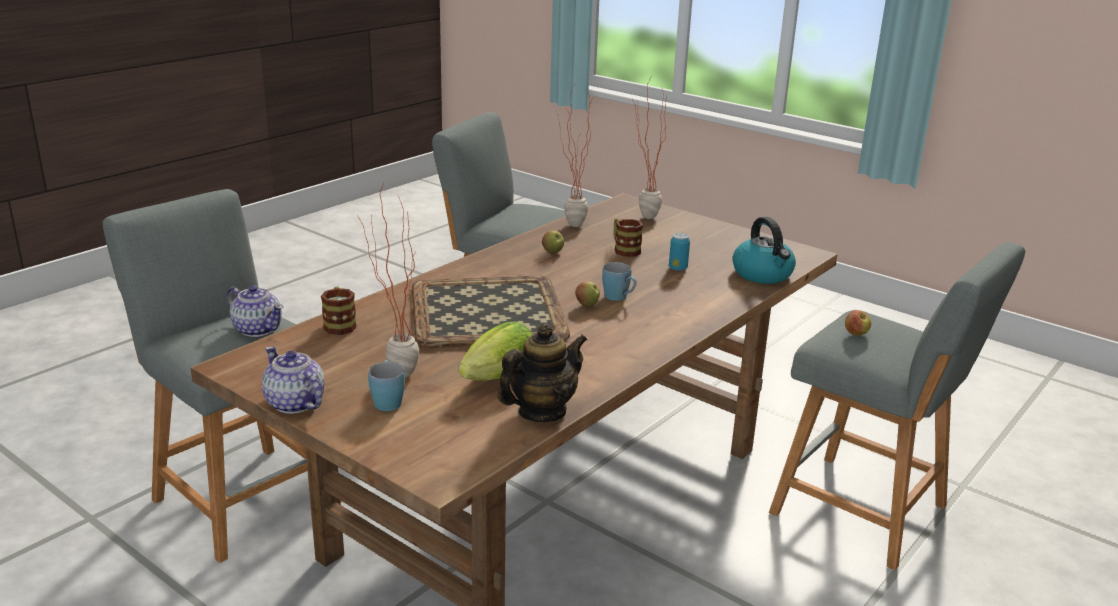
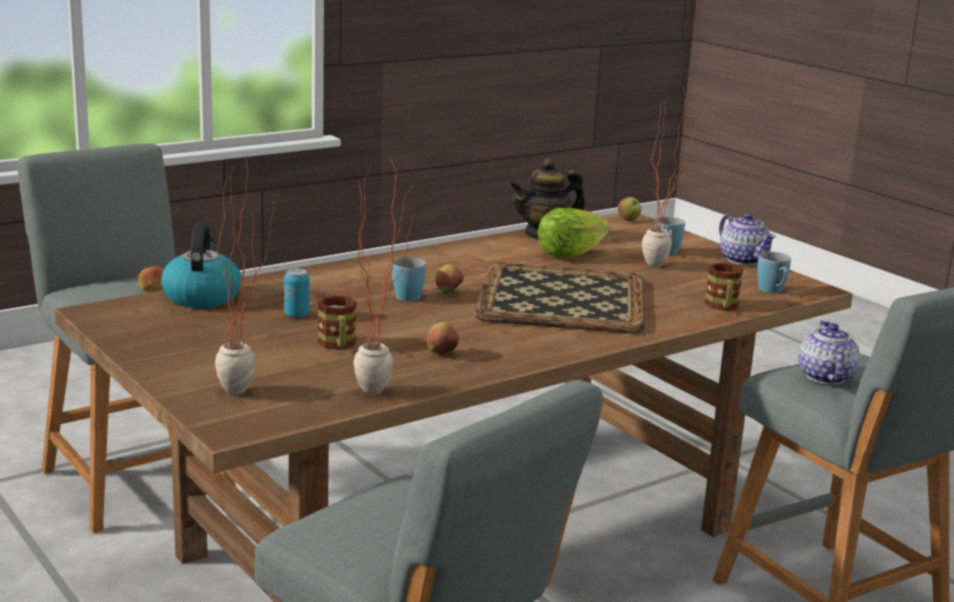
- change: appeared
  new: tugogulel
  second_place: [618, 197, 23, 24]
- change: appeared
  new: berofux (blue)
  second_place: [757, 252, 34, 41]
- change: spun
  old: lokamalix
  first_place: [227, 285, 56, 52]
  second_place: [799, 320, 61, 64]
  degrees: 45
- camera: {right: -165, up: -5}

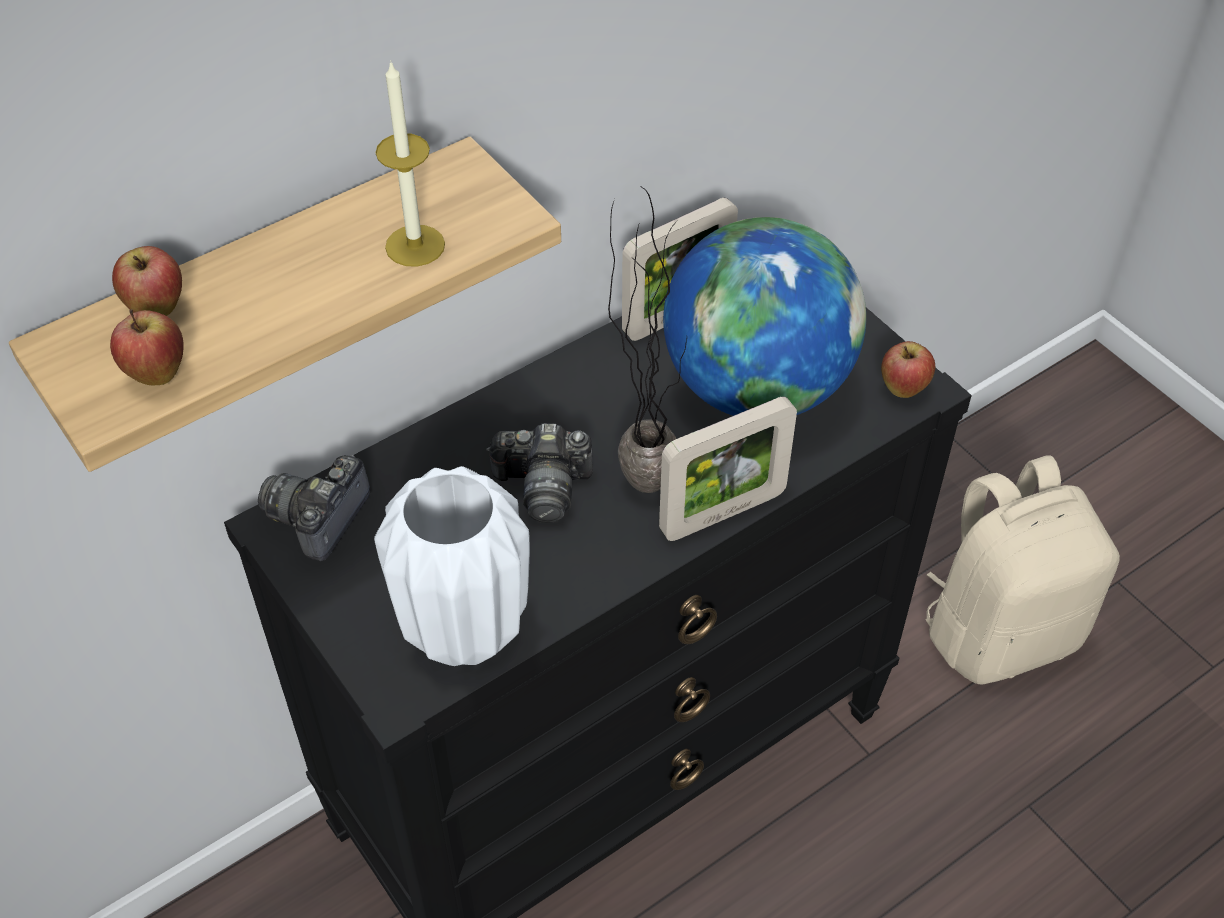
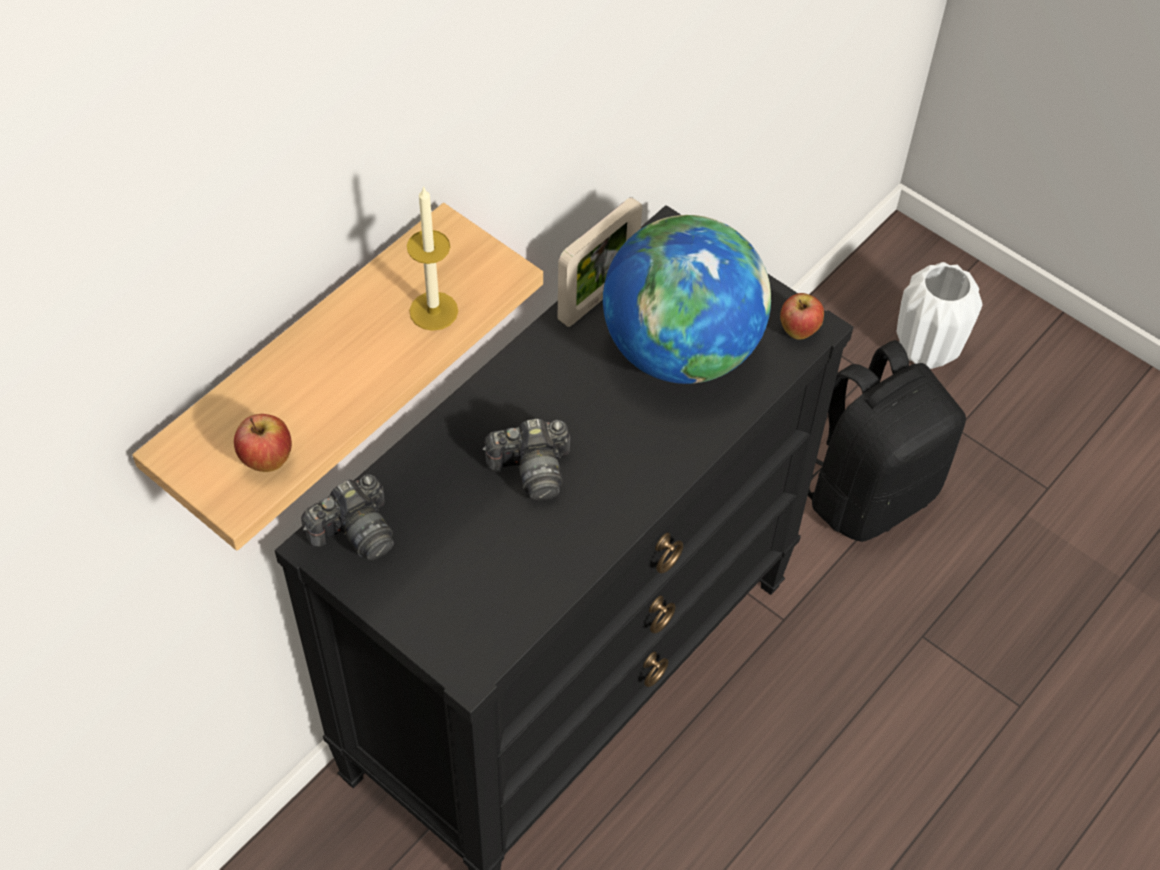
- change: missing
  old: tugogulel
  first_place: [112, 246, 70, 70]
- change: missing
  old: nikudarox
  first_place: [608, 187, 79, 306]
- change: missing
  old: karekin
  first_place: [659, 397, 138, 144]
- change: relocated
  old: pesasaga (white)
  first_place: [374, 466, 156, 200]
  second_place: [897, 262, 86, 107]
- change: colour
  old: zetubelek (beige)
  new: zetubelek (black)
  first_place: [925, 455, 195, 229]
  second_place: [808, 340, 158, 202]
- change: spun
  old: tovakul
  first_place: [258, 455, 113, 106]
  second_place: [301, 474, 93, 87]
  degrees: -135
- camera: {right: -15, up: 5}

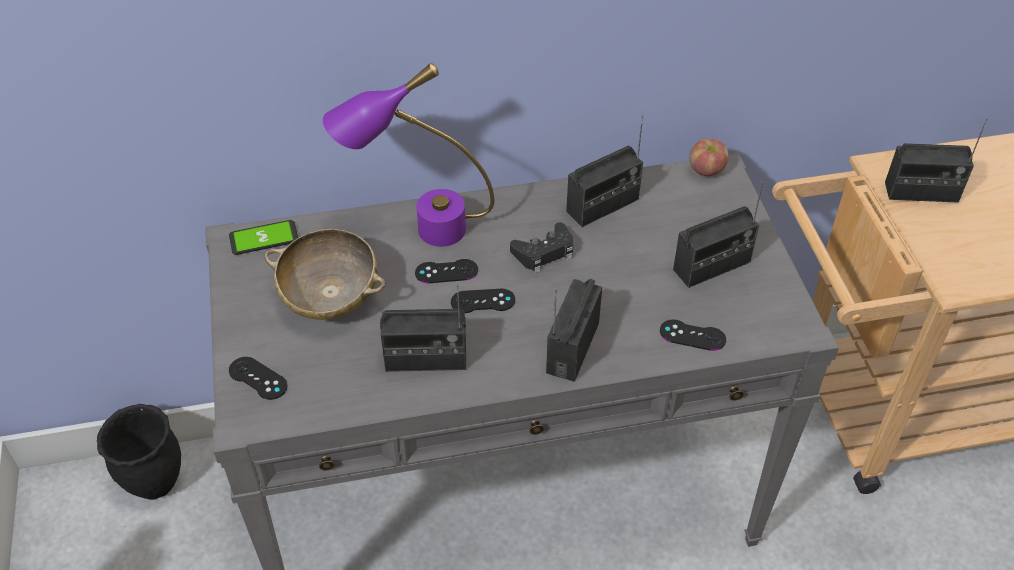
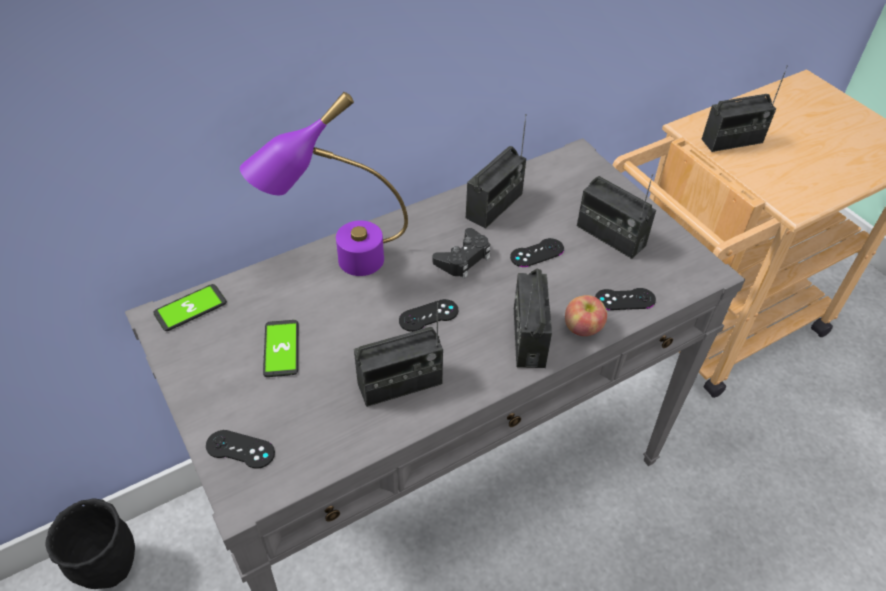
- change: relocated
  old: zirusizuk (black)
  first_place: [415, 259, 63, 24]
  second_place: [510, 238, 54, 29]
- change: relocated
  old: tugogulel
  first_place: [689, 139, 40, 37]
  second_place: [565, 295, 42, 41]
- change: exchanged
  old: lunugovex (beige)
  new: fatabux
  first_place: [264, 229, 122, 91]
  second_place: [263, 320, 35, 57]
- change: spun
  old: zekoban
  first_place: [673, 178, 91, 110]
  second_place: [577, 174, 79, 85]
  degrees: 90
- camera: {right: -20, up: 0}

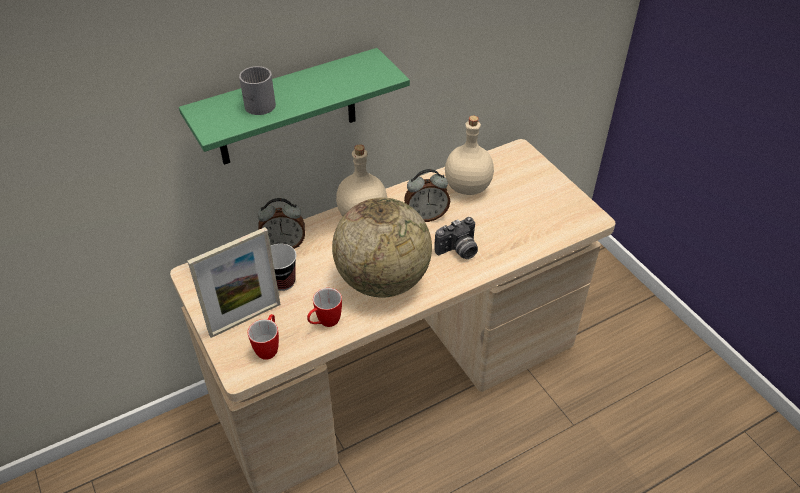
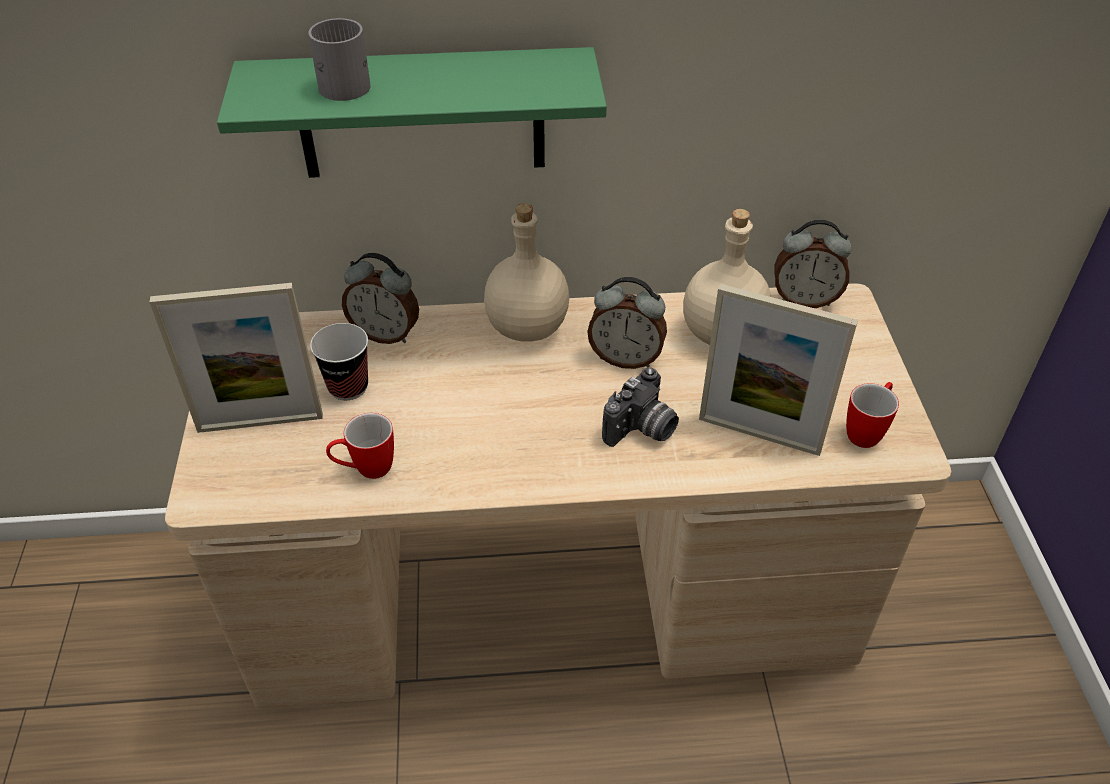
- change: missing
  old: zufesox
  first_place: [332, 198, 100, 100]
- change: appeared
  new: karekin
  second_place: [699, 284, 159, 172]
- change: appeared
  new: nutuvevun
  second_place: [775, 220, 77, 88]
- change: relocated
  old: berofux
  first_place: [248, 314, 31, 46]
  second_place: [846, 382, 53, 66]
- change: spun
  old: tovakul
  first_place: [434, 217, 44, 42]
  second_place: [602, 367, 77, 80]
  degrees: -45
- camera: {right: 25, up: 0}

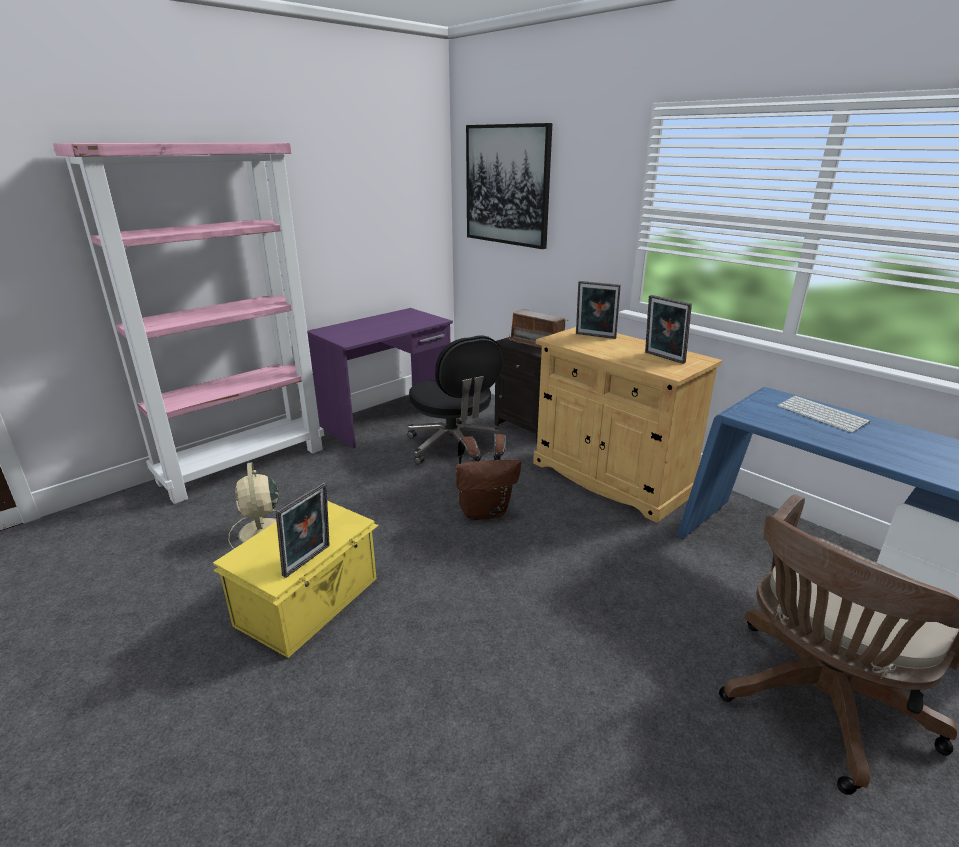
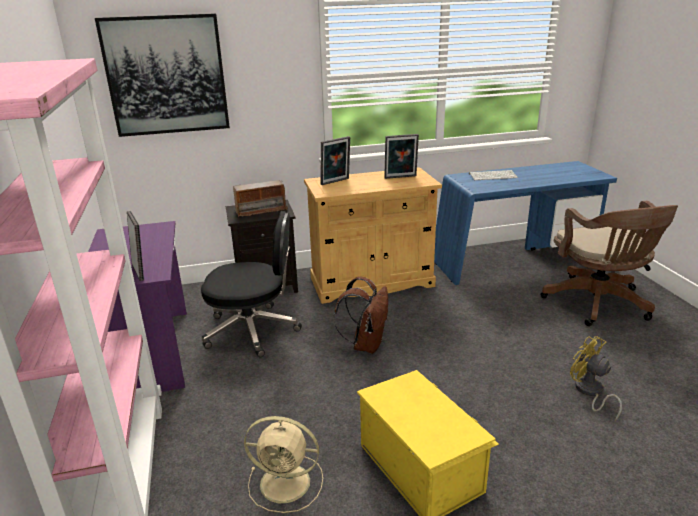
- change: appeared
  new: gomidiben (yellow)
  second_place: [570, 336, 52, 85]
- change: relocated
  old: karekin
  first_place: [275, 482, 55, 96]
  second_place: [127, 211, 17, 70]
- camera: {right: -60, up: 0}

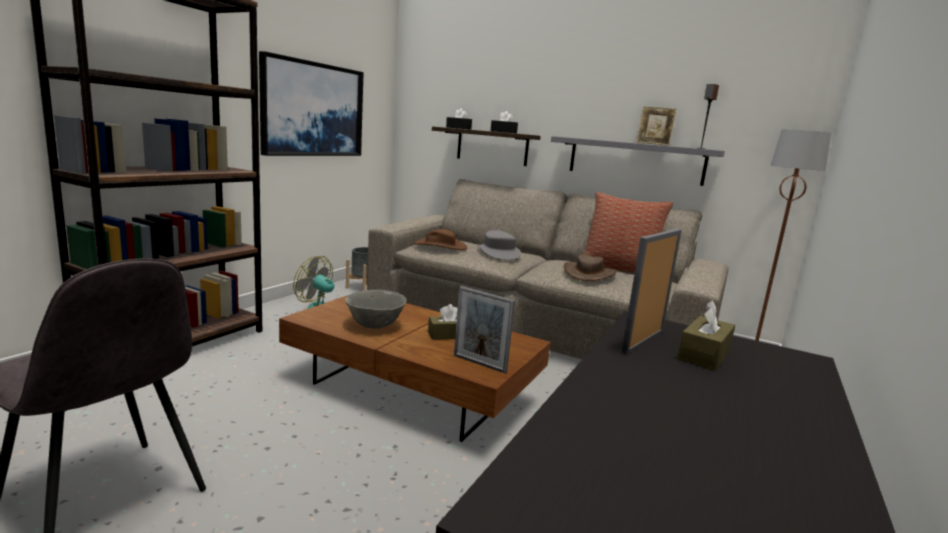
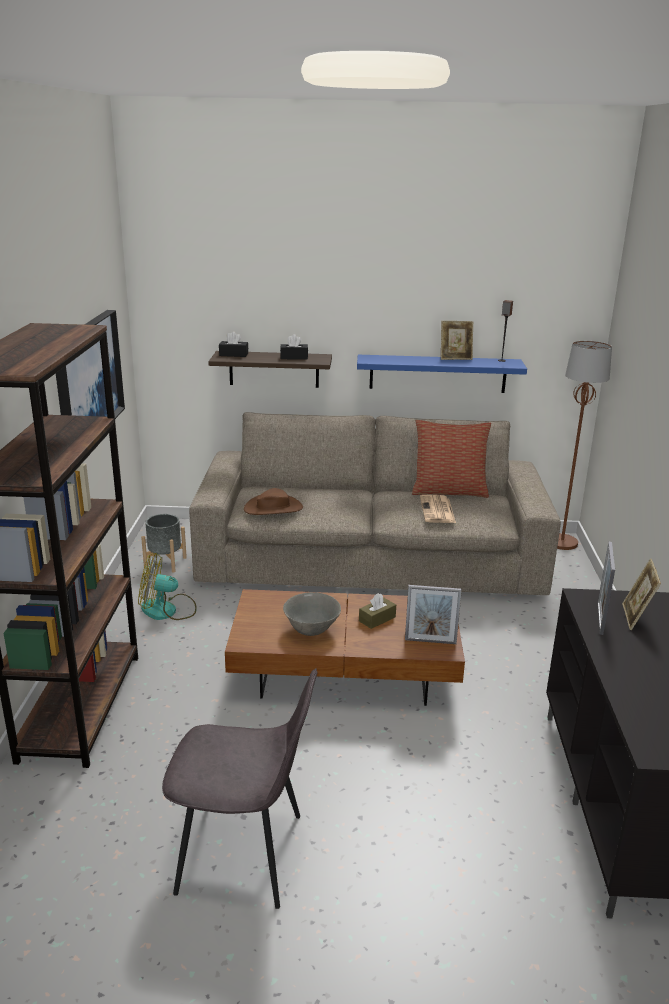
- change: missing
  old: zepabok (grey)
  first_place: [477, 230, 44, 30]
- change: exchanged
  old: zepabok (brown)
  new: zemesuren
  first_place: [564, 254, 53, 27]
  second_place: [420, 495, 36, 28]
- change: exchanged
  old: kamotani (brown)
  new: karekin
  first_place: [677, 300, 58, 70]
  second_place: [622, 558, 39, 72]
- change: colour
  old: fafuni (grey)
  new: fafuni (blue)
  first_place: [551, 136, 174, 50]
  second_place: [357, 355, 170, 38]
- camera: {right: -25, up: 10}

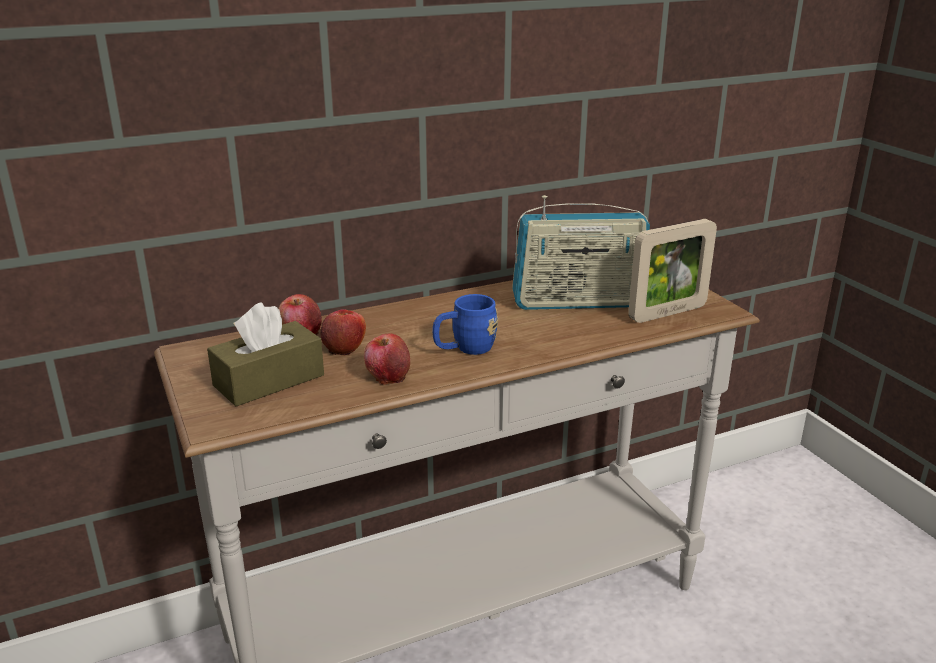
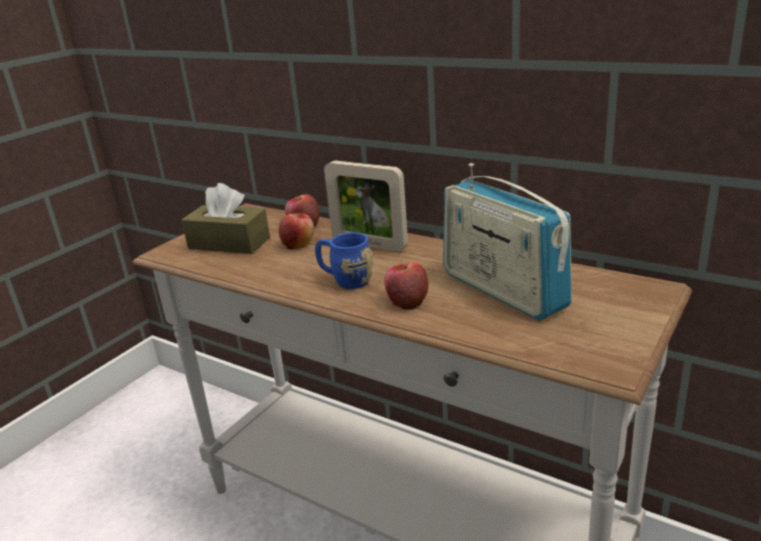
- change: relocated
  old: tugogulel
  first_place: [364, 334, 46, 50]
  second_place: [384, 262, 44, 48]
- change: relocated
  old: karekin
  first_place: [628, 219, 89, 104]
  second_place: [324, 161, 84, 91]
- camera: {right: 60, up: 0}

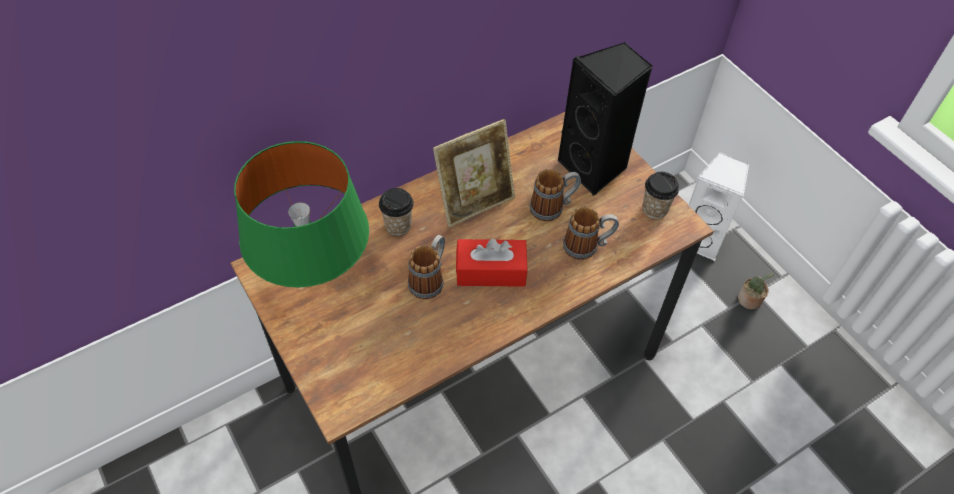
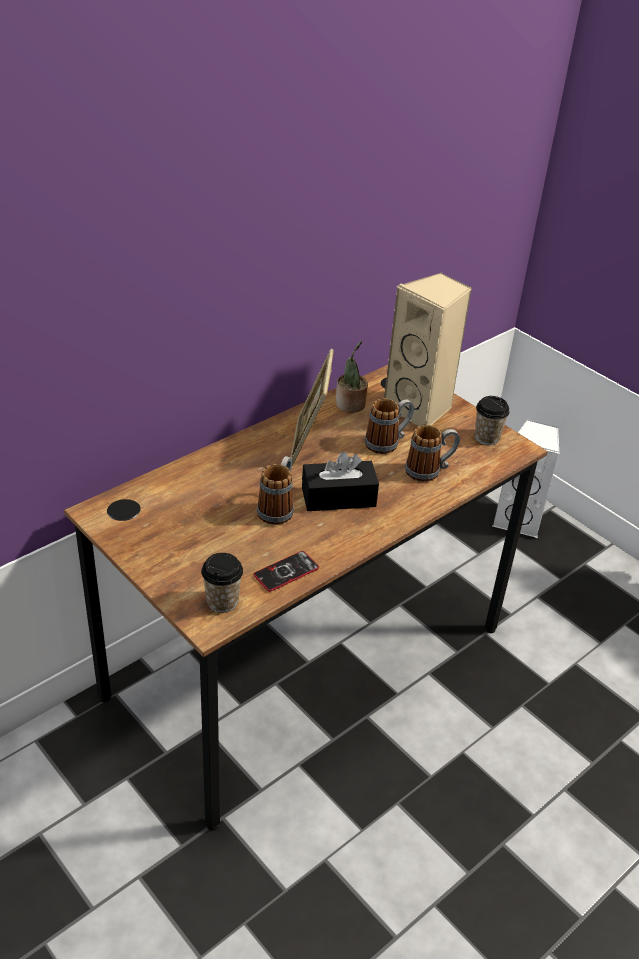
- change: missing
  old: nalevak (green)
  first_place: [234, 141, 135, 147]
- change: appeared
  new: fatabux
  second_place: [253, 551, 66, 41]
- change: relocated
  old: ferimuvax
  first_place: [379, 188, 35, 48]
  second_place: [201, 553, 42, 60]
- change: relocated
  old: nikudarox
  first_place: [738, 273, 36, 36]
  second_place: [336, 341, 32, 72]
- change: colour
  old: kamotani (red)
  new: kamotani (black)
  first_place: [456, 239, 71, 48]
  second_place: [302, 452, 77, 59]
- change: colour
  old: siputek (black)
  new: siputek (beige)
  first_place: [558, 42, 95, 154]
  second_place: [384, 273, 88, 153]
- change: spun
  old: karekin
  first_place: [433, 119, 82, 108]
  second_place: [290, 349, 44, 117]
  degrees: 135
- camera: {right: -10, up: -15}

